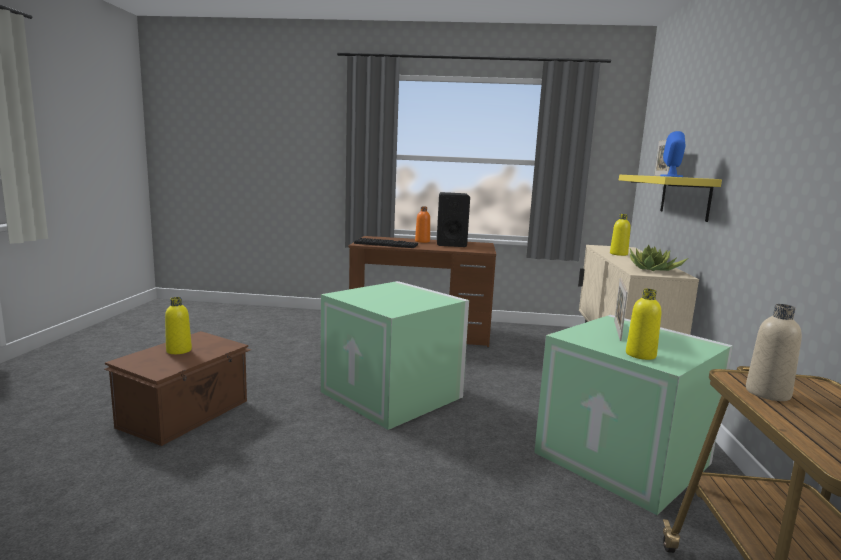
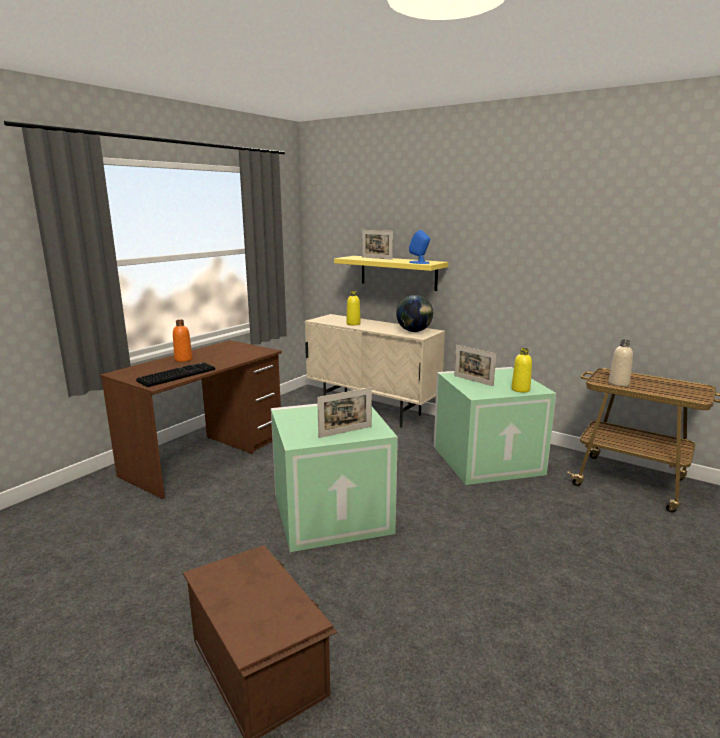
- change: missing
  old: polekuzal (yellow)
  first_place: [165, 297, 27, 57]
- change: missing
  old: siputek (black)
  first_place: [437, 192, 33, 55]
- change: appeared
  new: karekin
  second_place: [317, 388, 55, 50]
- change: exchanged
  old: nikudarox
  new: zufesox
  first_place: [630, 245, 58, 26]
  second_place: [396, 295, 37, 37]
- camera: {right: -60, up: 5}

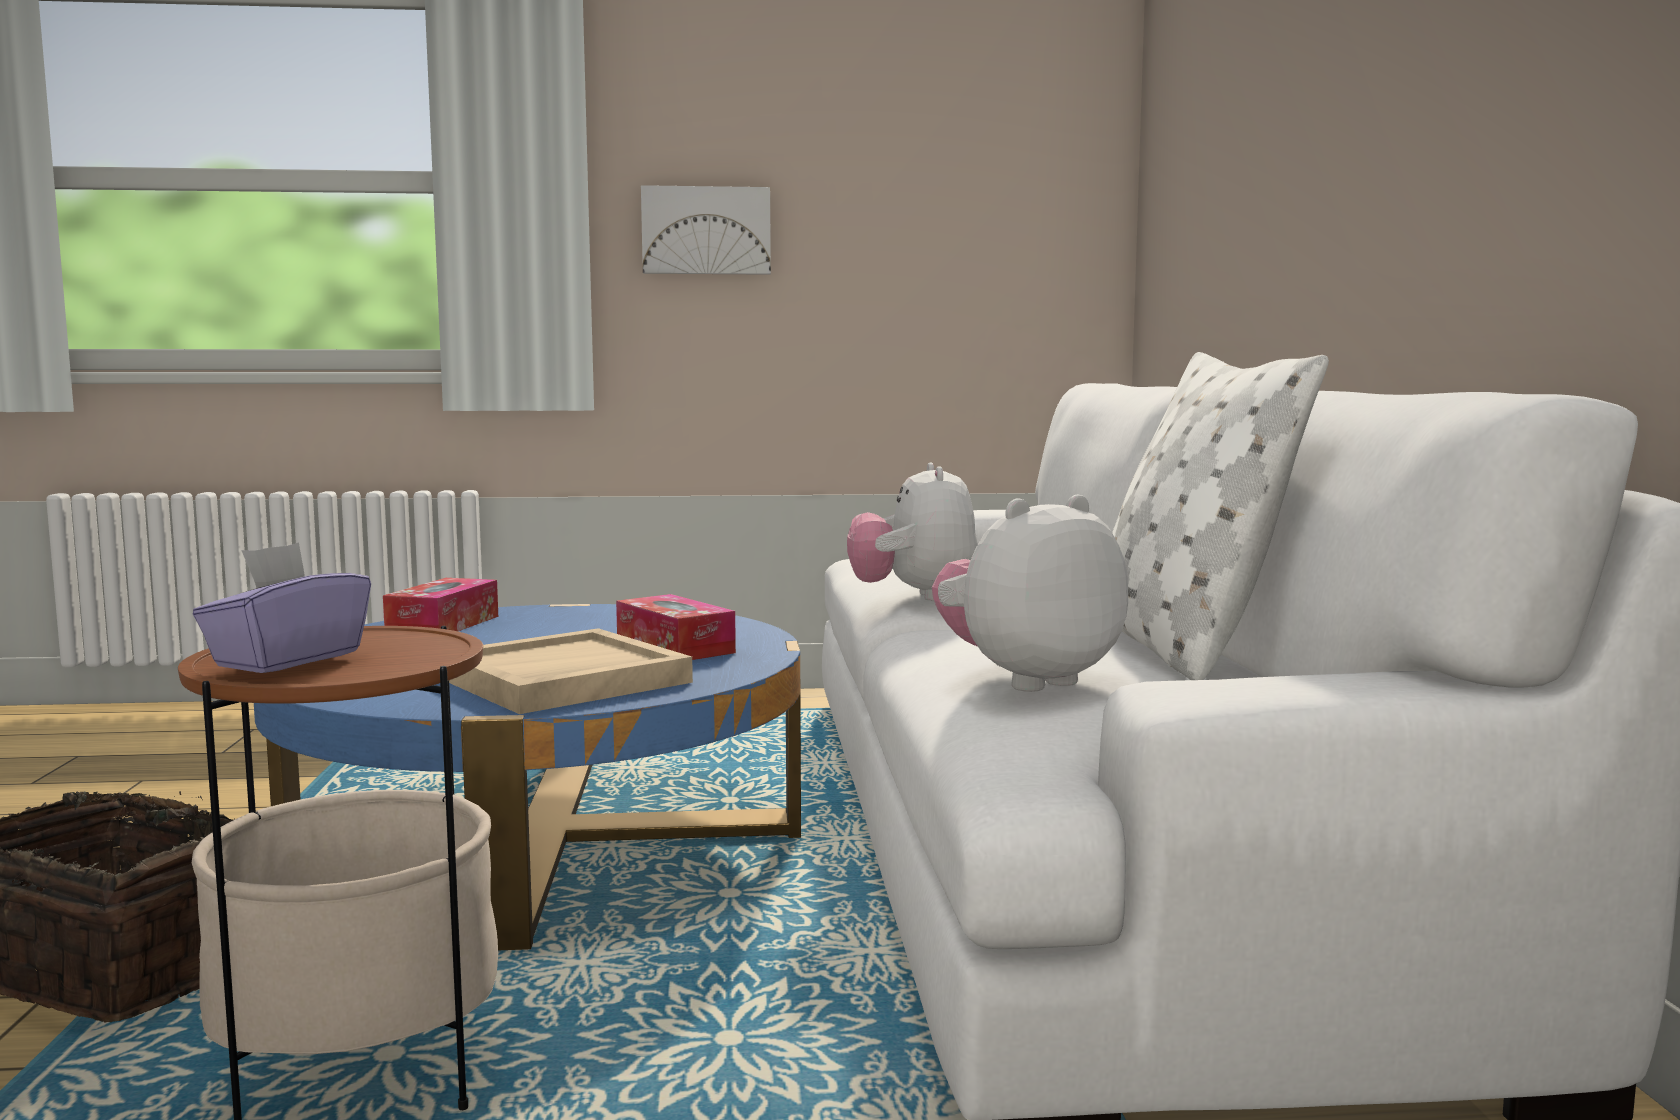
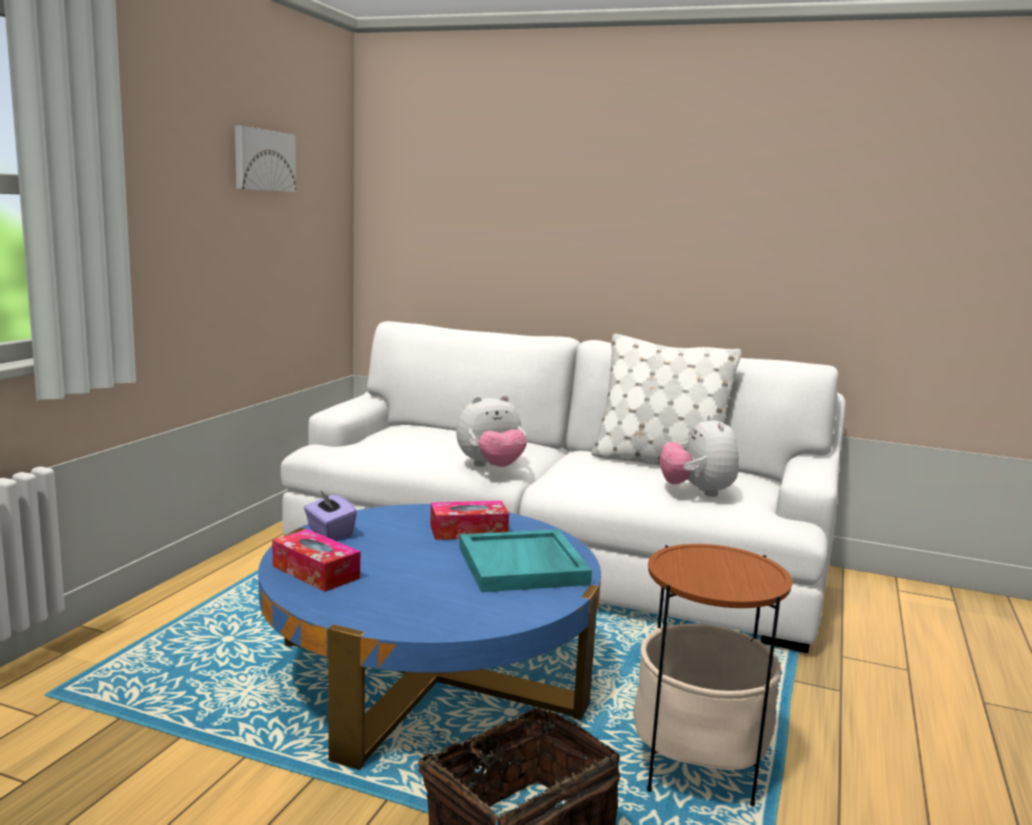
- change: relocated
  old: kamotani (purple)
  first_place: [193, 542, 178, 131]
  second_place: [304, 491, 53, 49]
- change: relocated
  old: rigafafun
  first_place: [641, 185, 130, 90]
  second_place: [235, 126, 61, 66]
- change: colour
  old: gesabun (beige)
  new: gesabun (turquoise)
  first_place: [449, 628, 244, 86]
  second_place: [459, 529, 133, 63]
- change: spun
  old: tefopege
  first_place: [847, 463, 131, 138]
  second_place: [456, 395, 71, 72]
  degrees: -45
- camera: {right: -65, up: 5}

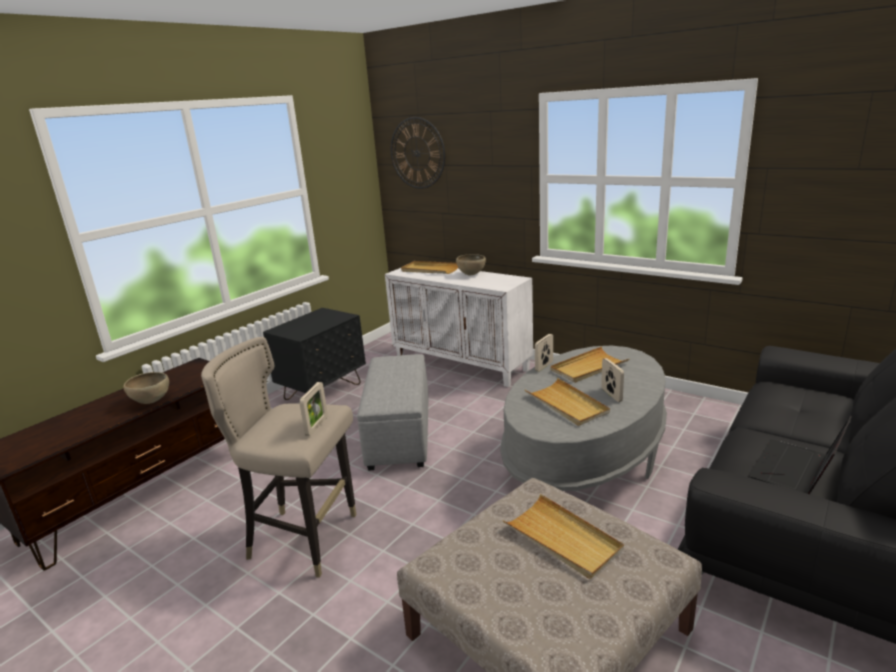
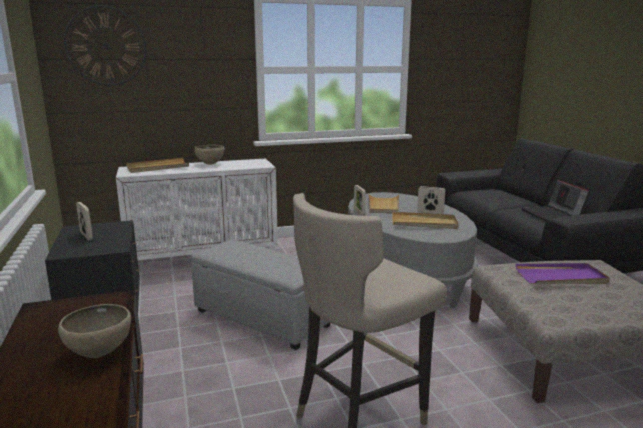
- change: relocated
  old: karekin
  first_place: [299, 382, 29, 54]
  second_place: [76, 202, 17, 38]
- change: colour
  old: gesabun (beige)
  new: gesabun (purple)
  first_place: [503, 494, 121, 85]
  second_place: [516, 263, 94, 21]
- camera: {right: -55, up: -5}

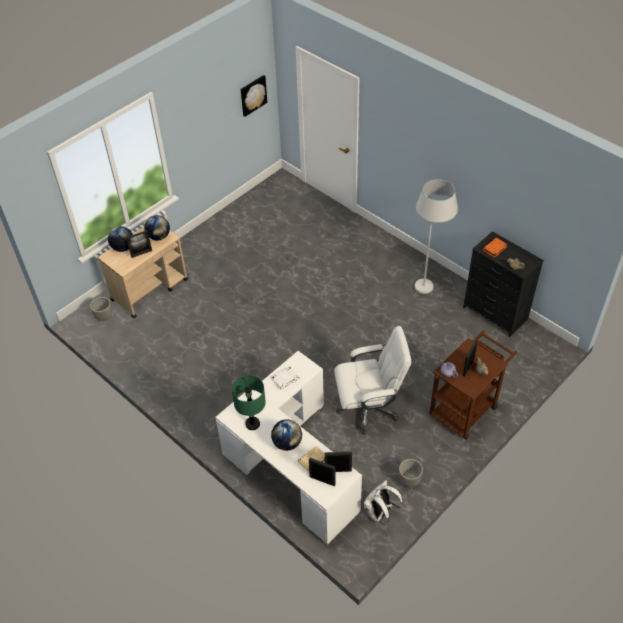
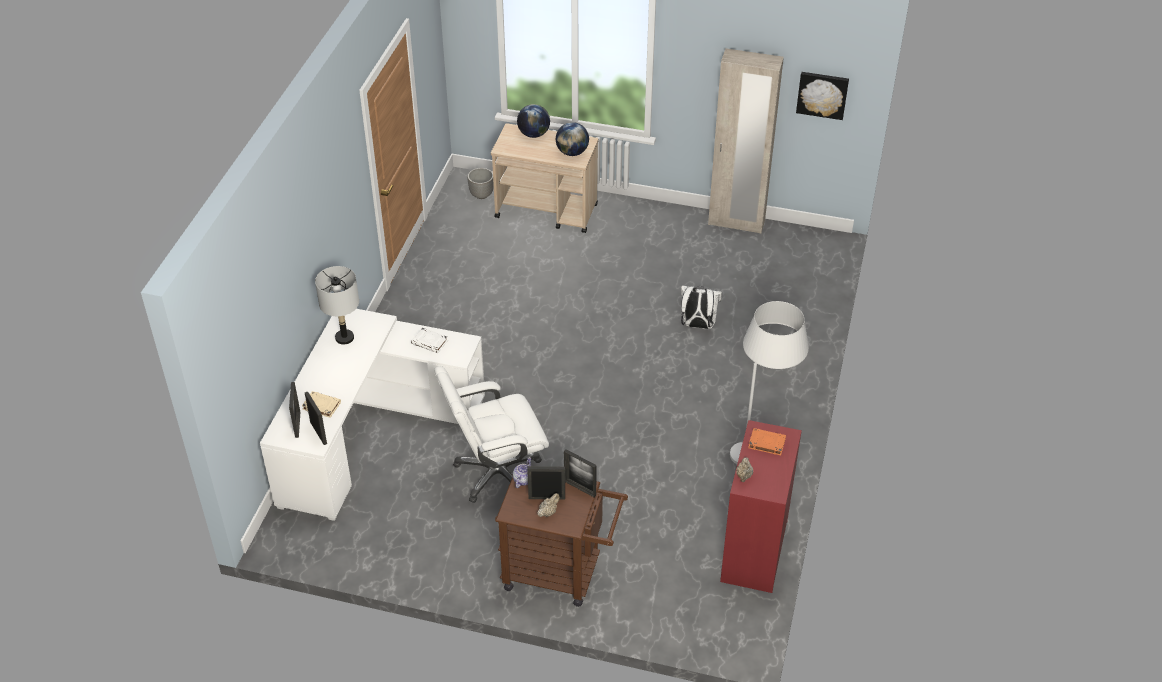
- change: missing
  old: zufesox
  first_place: [271, 419, 31, 32]
- change: missing
  old: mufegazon
  first_place: [399, 459, 24, 28]
- change: appeared
  new: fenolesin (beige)
  second_place: [708, 48, 76, 186]
- change: relocated
  old: karekin
  first_place: [126, 230, 26, 28]
  second_place: [564, 449, 33, 48]
- change: relocated
  old: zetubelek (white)
  first_place: [363, 480, 40, 44]
  second_place: [681, 286, 41, 43]
- change: colour
  old: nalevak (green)
  new: nalevak (grey)
  first_place: [232, 375, 34, 55]
  second_place: [315, 266, 44, 79]
- change: colour
  old: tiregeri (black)
  new: tiregeri (red)
  first_place: [463, 231, 81, 106]
  second_place: [720, 420, 82, 173]
- change: spun
  old: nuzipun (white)
  first_place: [334, 326, 77, 108]
  second_place: [434, 366, 115, 137]
  degrees: 105
- camera: {right: 60, up: -5}

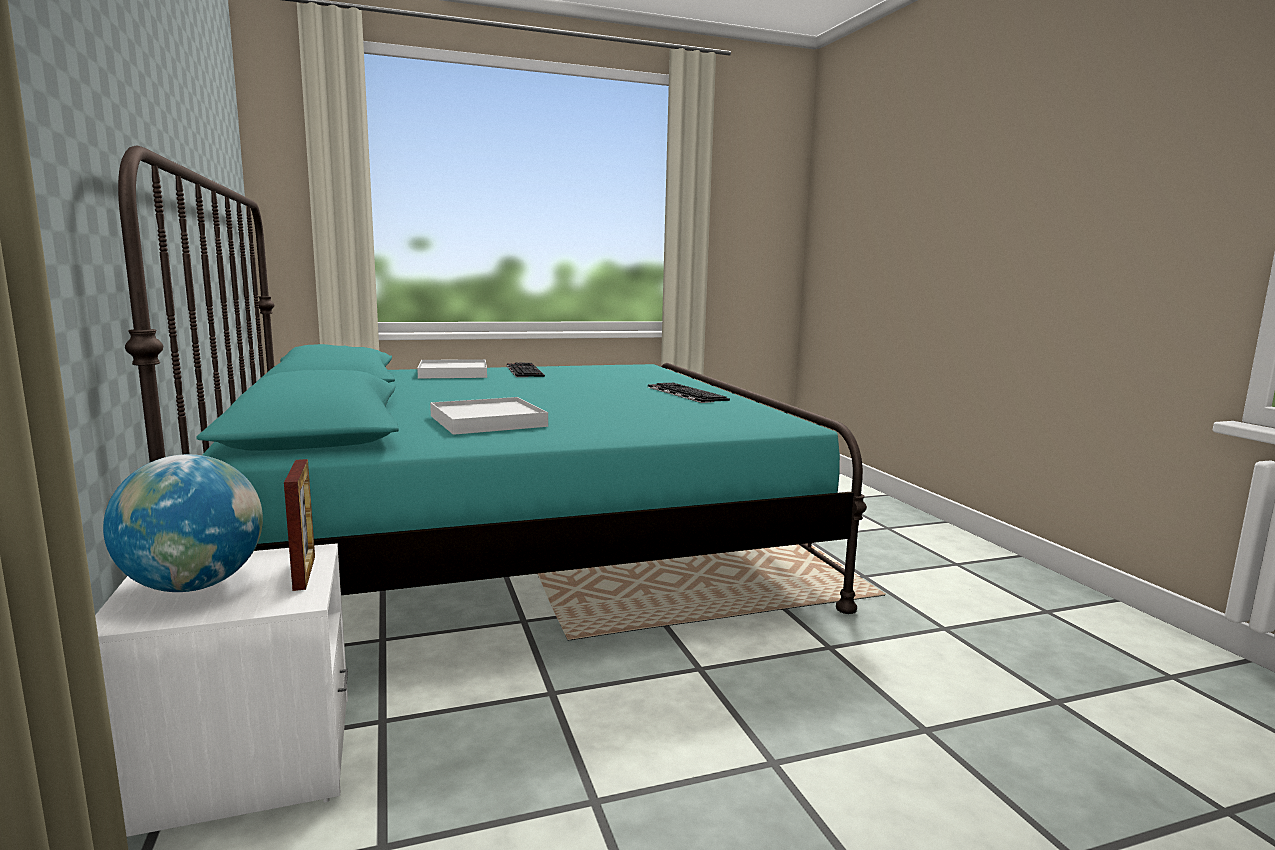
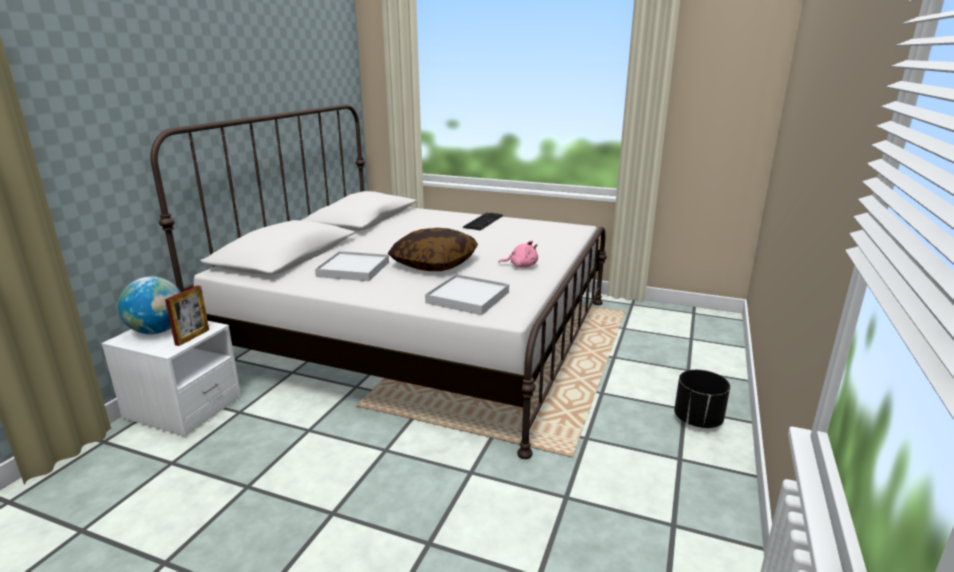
- change: appeared
  new: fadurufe
  second_place: [388, 228, 90, 43]
- change: appeared
  new: mufegazon (black)
  second_place: [674, 370, 56, 58]
- change: relocated
  old: gesabun (white)
  first_place: [417, 359, 70, 20]
  second_place: [425, 274, 84, 41]
- change: exchanged
  old: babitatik
  new: tefopege (pink)
  first_place: [648, 383, 82, 20]
  second_place: [498, 240, 40, 28]
- change: colour
  old: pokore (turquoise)
  new: pokore (white)
  first_place: [118, 145, 749, 469]
  second_place: [150, 104, 457, 355]
- camera: {right: 40, up: 10}

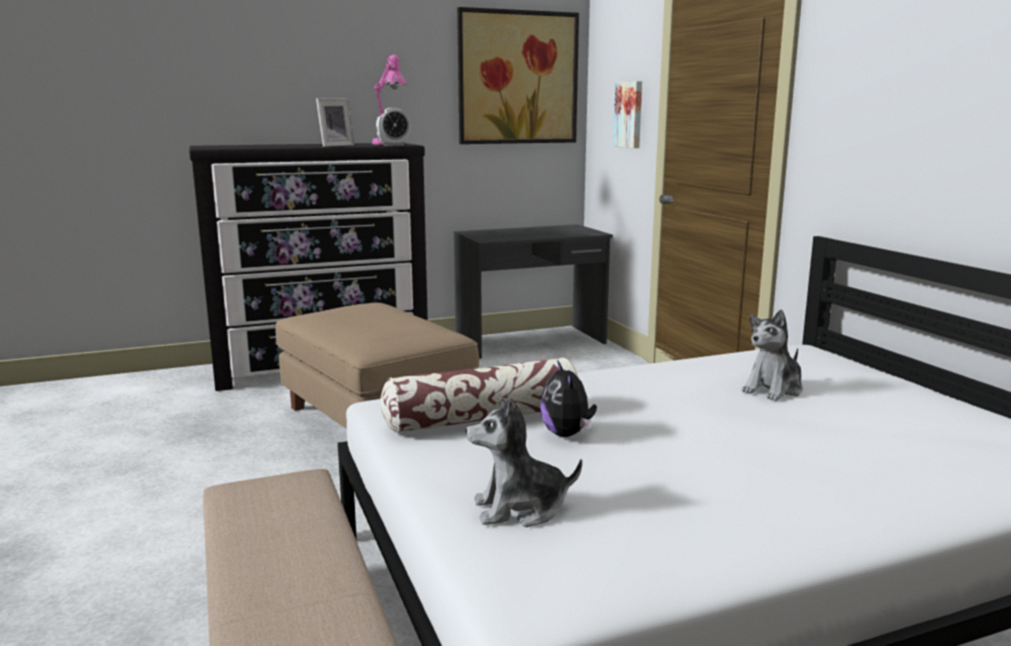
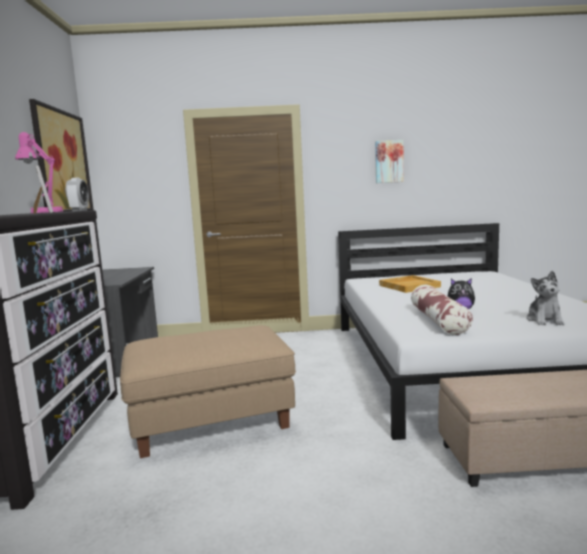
- change: relocated
  old: rigafafun
  first_place: [613, 81, 29, 67]
  second_place: [375, 140, 29, 43]
- change: exchanged
  old: tefopege
  new: gesabun (beige)
  first_place: [741, 309, 62, 92]
  second_place: [379, 275, 62, 18]
- camera: {right: -70, up: -5}

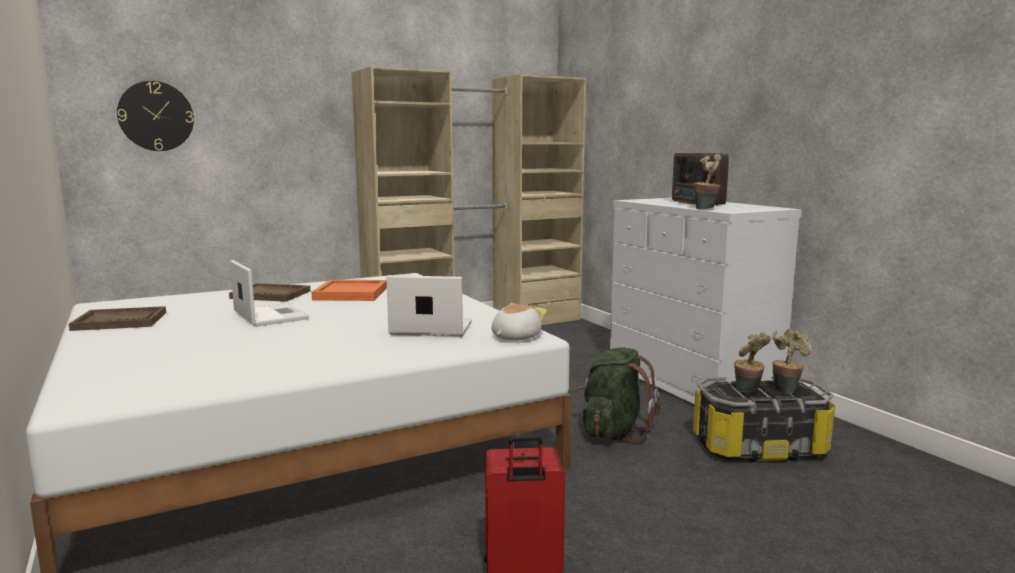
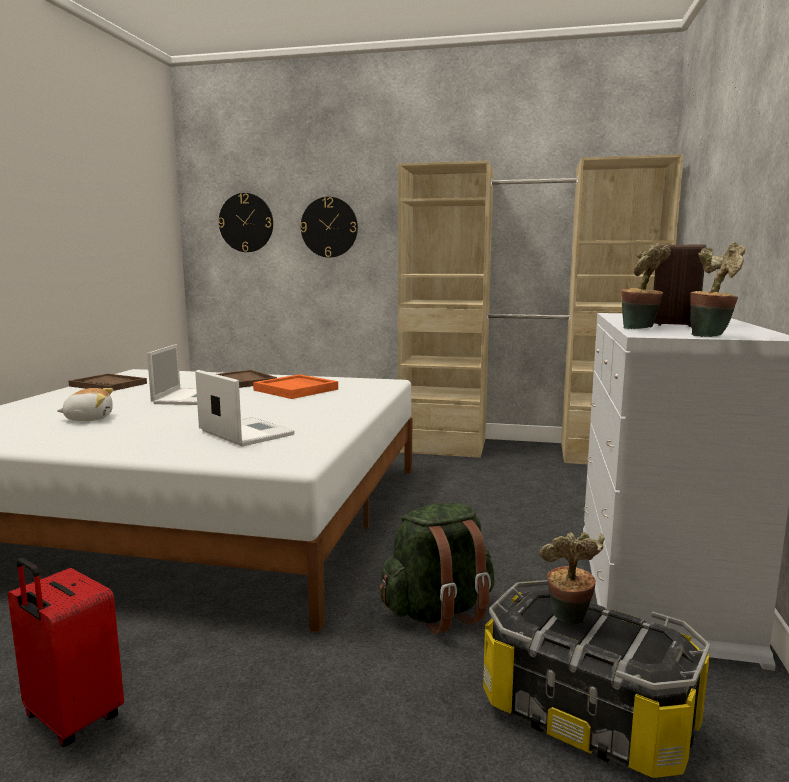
- change: appeared
  new: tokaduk
  second_place: [300, 197, 58, 61]
- change: relocated
  old: tefopege
  first_place: [492, 303, 55, 38]
  second_place: [57, 388, 56, 33]
- change: relocated
  old: nikudarox
  first_place: [772, 329, 40, 65]
  second_place: [690, 242, 56, 95]
- camera: {right: 40, up: 0}

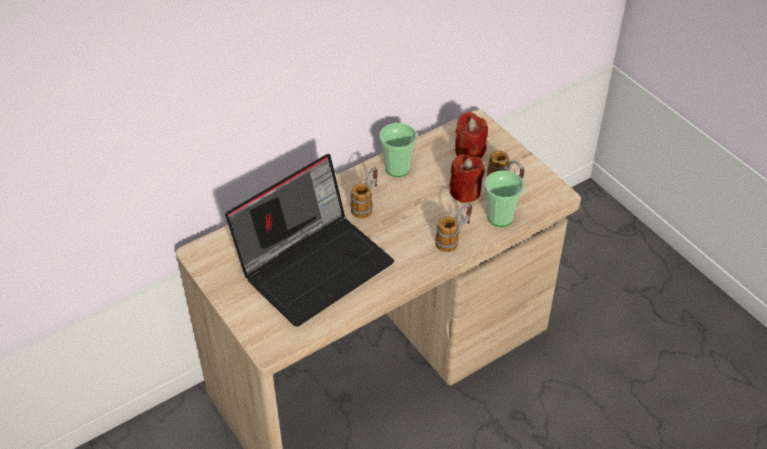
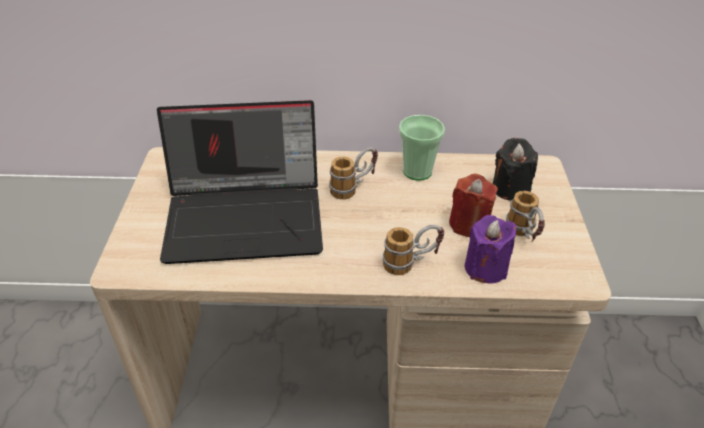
- change: exchanged
  old: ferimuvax
  new: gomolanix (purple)
  first_place: [484, 171, 40, 56]
  second_place: [465, 215, 52, 69]
- change: colour
  old: gomolanix (red)
  new: gomolanix (black)
  first_place: [455, 112, 33, 46]
  second_place: [493, 138, 45, 63]
- camera: {right: 35, up: -5}

